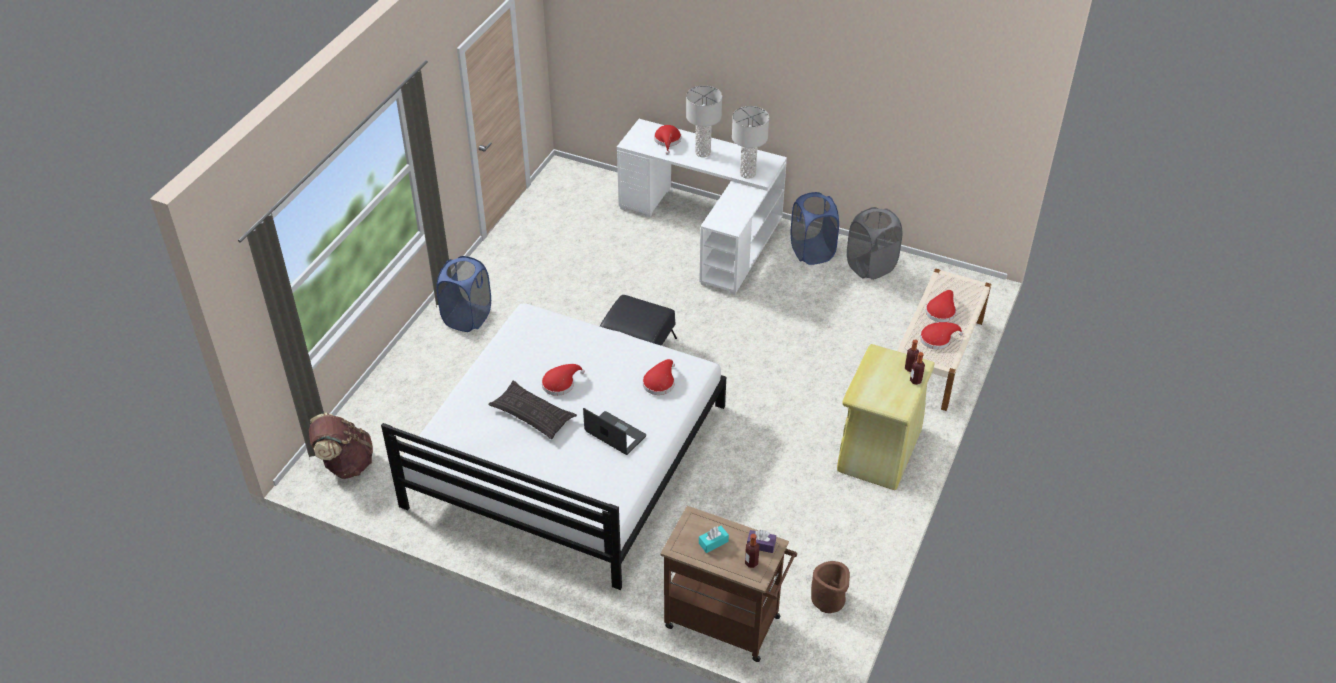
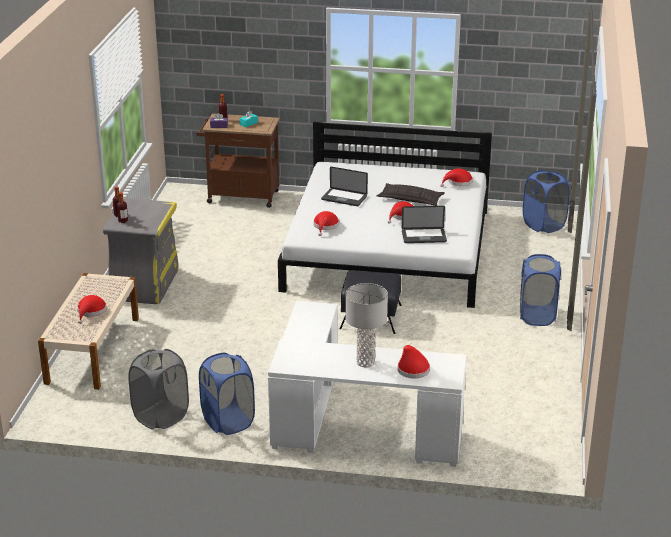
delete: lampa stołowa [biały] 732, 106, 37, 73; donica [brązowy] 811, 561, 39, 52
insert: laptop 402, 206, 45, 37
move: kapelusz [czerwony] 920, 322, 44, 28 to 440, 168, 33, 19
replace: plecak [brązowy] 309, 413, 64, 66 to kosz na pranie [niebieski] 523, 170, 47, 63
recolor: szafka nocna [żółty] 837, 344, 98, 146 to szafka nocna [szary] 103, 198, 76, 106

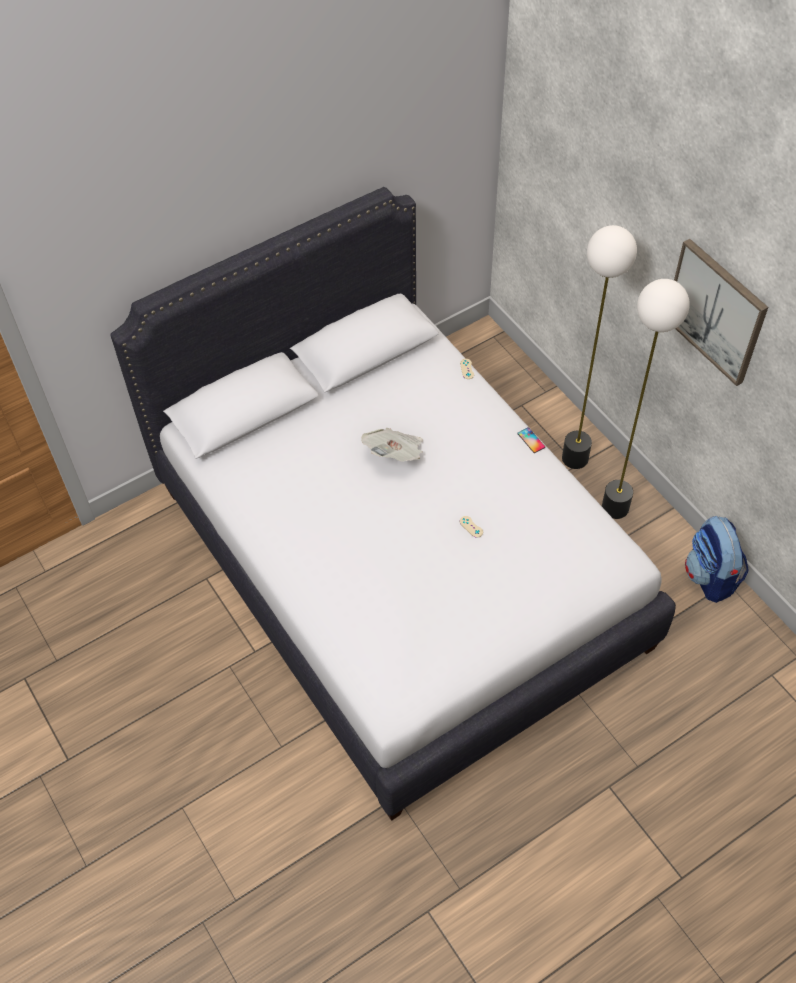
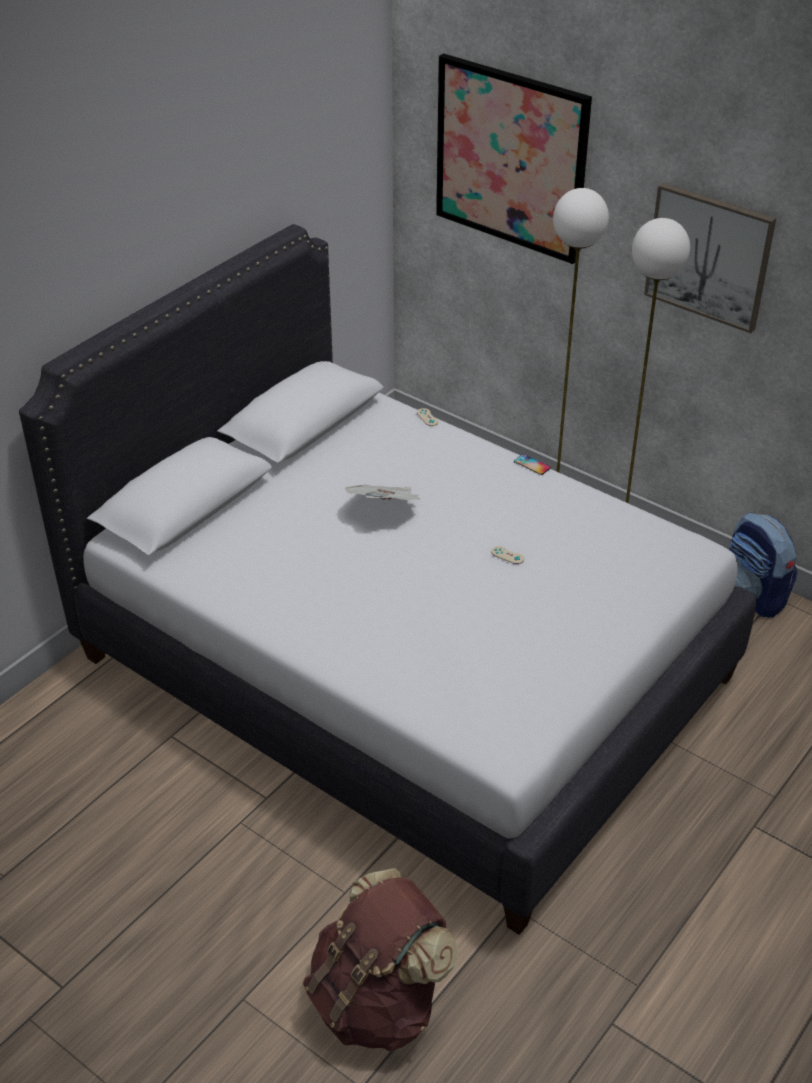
insert: plecak [brązowy] 303, 868, 156, 184; obraz 436, 53, 156, 211

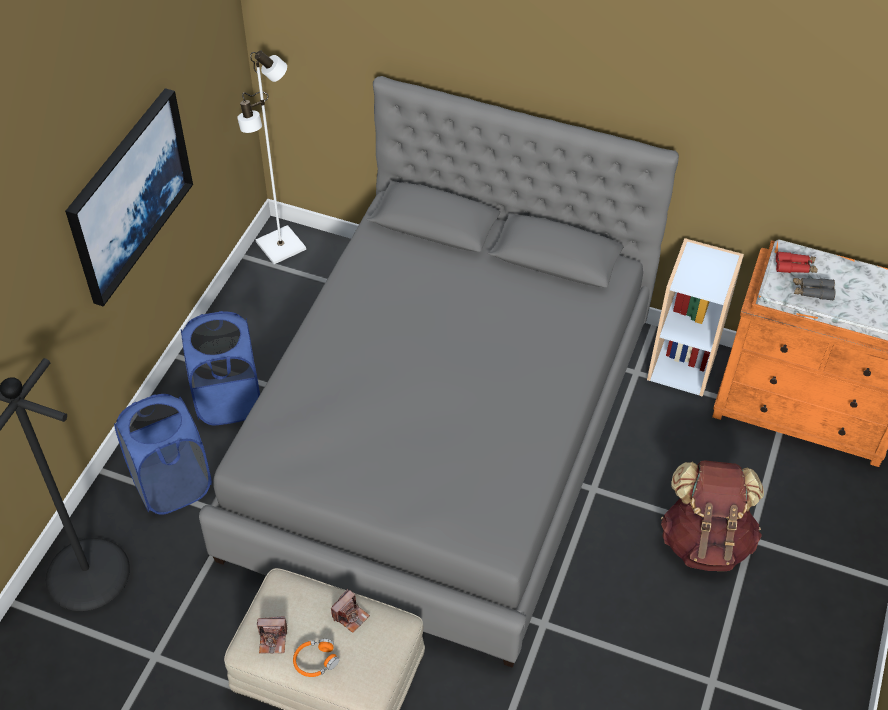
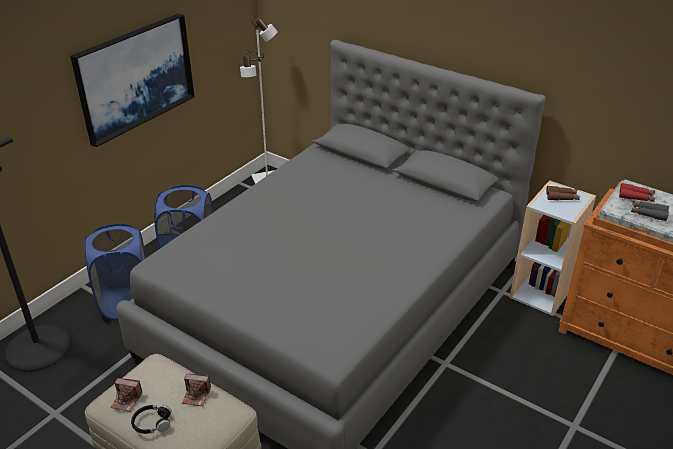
delete: plecak [brązowy] 661, 460, 103, 111
insert: lornetka [brązowy] 546, 186, 34, 14
recolor: słuchawki [pomarańczowy] 293, 639, 46, 38 to słuchawki [czarny] 131, 405, 41, 29
rotate: aparat fotograficzny 331, 589, 39, 44 = 182, 374, 29, 32 45 degrees clockwise

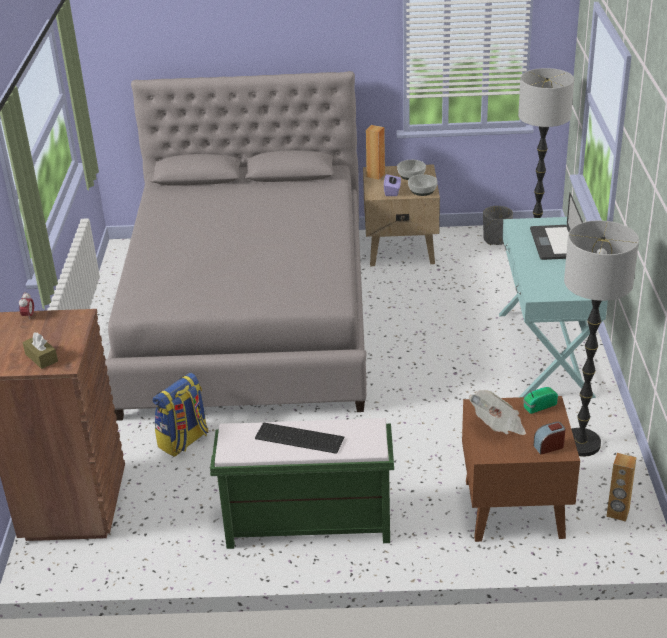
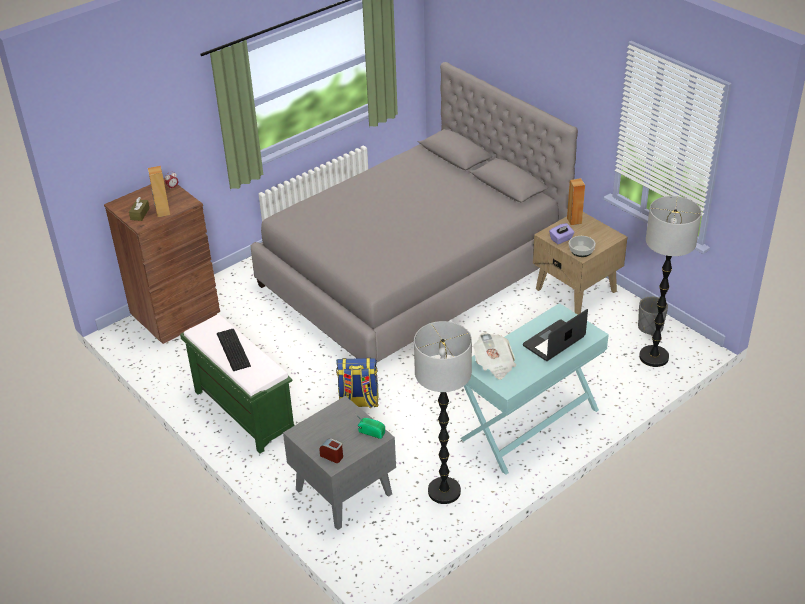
delete: miska 397, 160, 29, 20
move: plecak 152, 373, 56, 84 to 336, 358, 43, 51; gazeta 469, 390, 57, 45 to 473, 332, 43, 47; głośnik [brązowy] 606, 453, 30, 69 to 148, 166, 22, 51
recolor: szafka nocna [brązowy] 462, 396, 118, 146 to szafka nocna [szary] 283, 396, 113, 134

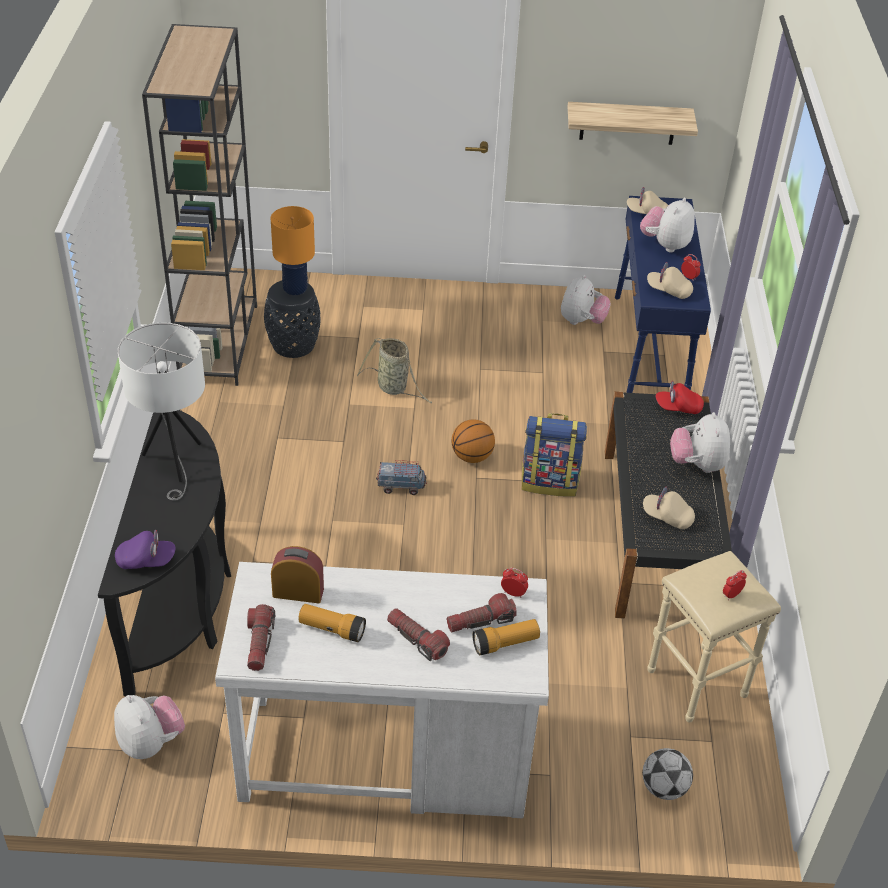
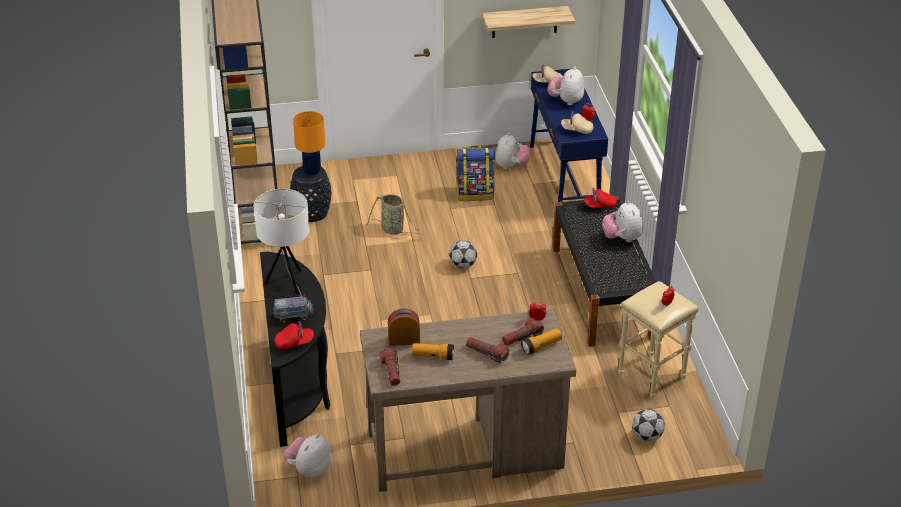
delete: czapka z daszkiem [beżowy] 643, 487, 52, 42
move: ciężarówka zabawkowa 376, 460, 51, 35 to 272, 294, 41, 30; plecak 522, 413, 65, 84 to 456, 146, 39, 55
replace: piłka do koszykówki 451, 419, 44, 44 to piłka futbolowa 449, 241, 28, 28
recolor: czapka z daszkiem [fioletowy] 115, 530, 61, 39 to czapka z daszkiem [czerwony] 274, 321, 40, 29; biurko [biały] 215, 562, 334, 256 to biurko [brązowy] 360, 309, 216, 183
rotate: pluszak 114, 695, 71, 64 = 283, 434, 48, 44 105 degrees counterclockwise

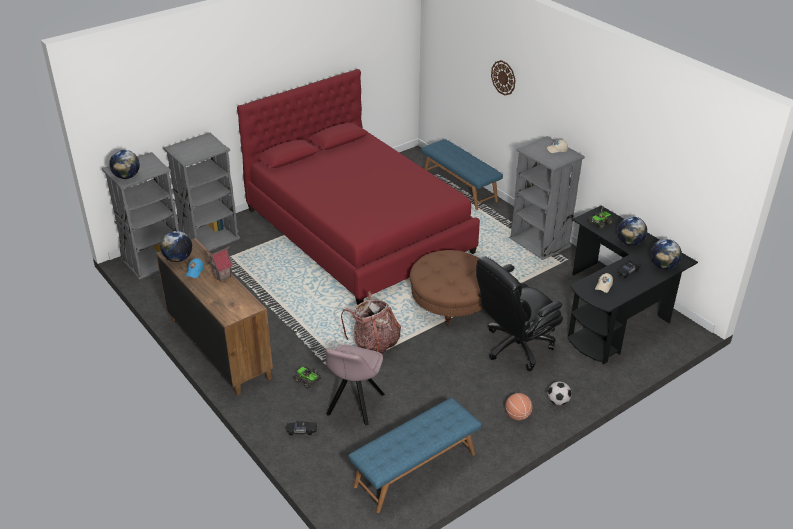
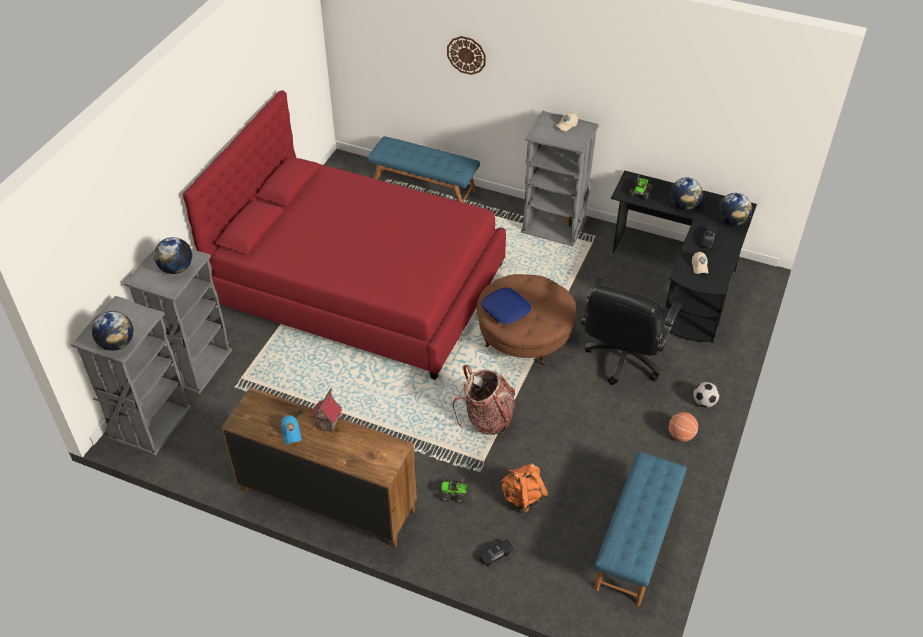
insert: poduszka [niebieski] 481, 288, 51, 36
move: globus 160, 231, 32, 31 to 154, 237, 38, 37
replace: krzesło [różowy] 325, 345, 60, 80 to plecak [pomarańczowy] 501, 463, 48, 50

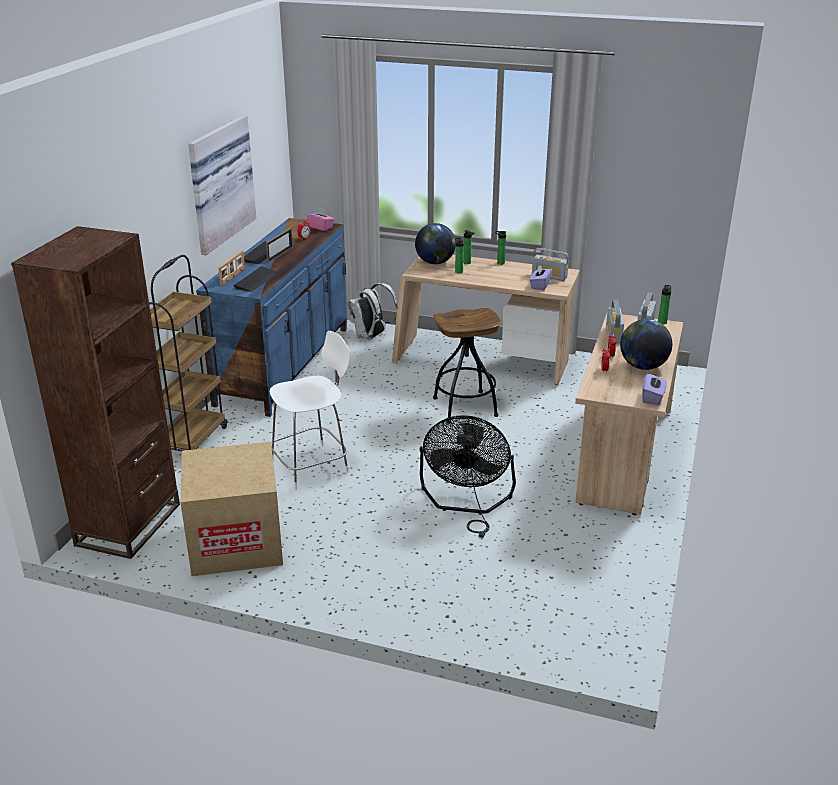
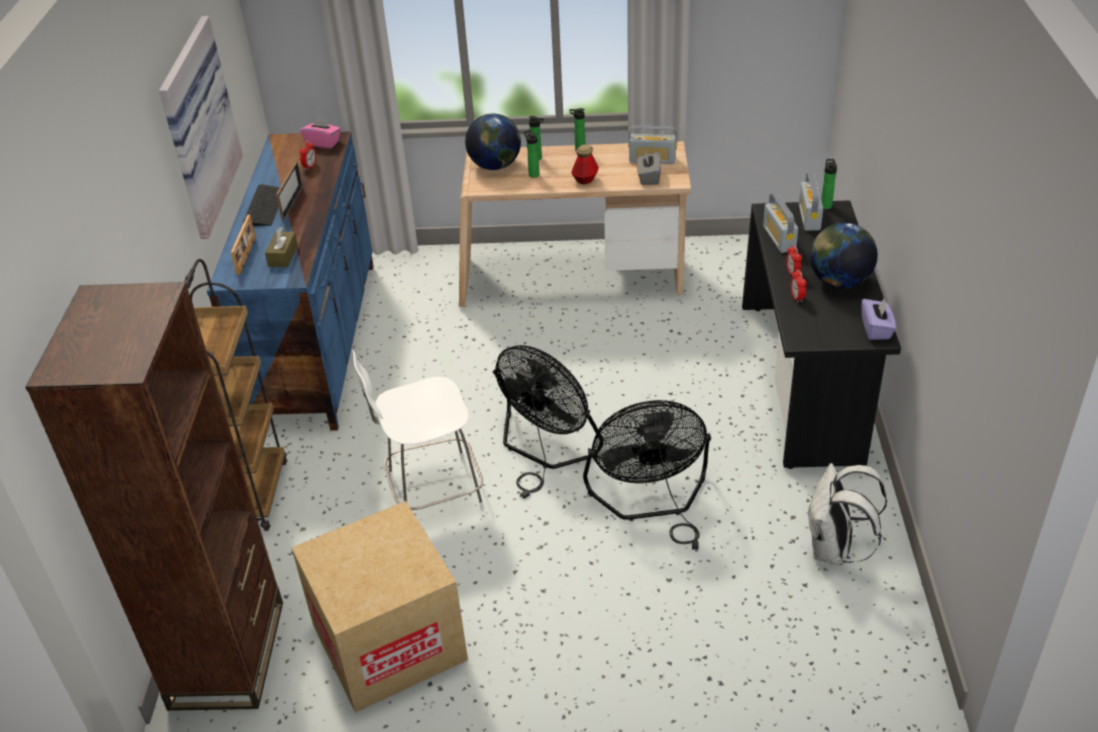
delete: stołek [brązowy] 433, 308, 68, 116
insert: wentylator [czarny] 493, 345, 111, 154; butelka 571, 144, 28, 40
move: plecak [biały] 348, 283, 49, 57 to 807, 463, 80, 102
replace: klawiatura 233, 266, 44, 26 to pudełko chusteczek [brązowy] 265, 227, 33, 40
recolor: pudełko chusteczek [fioletowy] 530, 264, 22, 26 to pudełko chusteczek [szary] 637, 151, 24, 34; biurko [beżowy] 575, 314, 108, 201 to biurko [czarny] 742, 200, 159, 269
rotate: krzesło [biały] 270, 331, 81, 159 = 352, 350, 132, 161 150 degrees counterclockwise

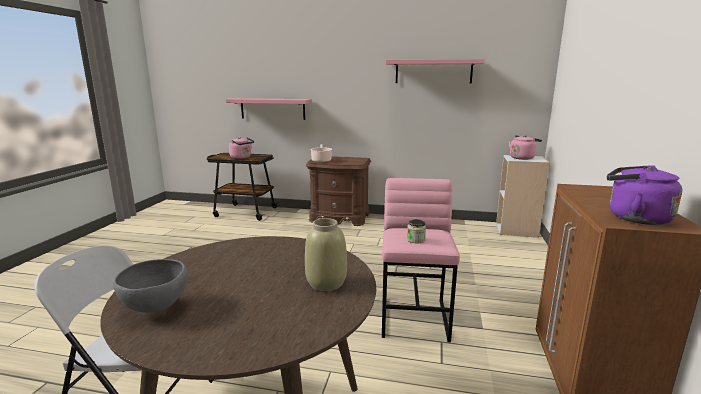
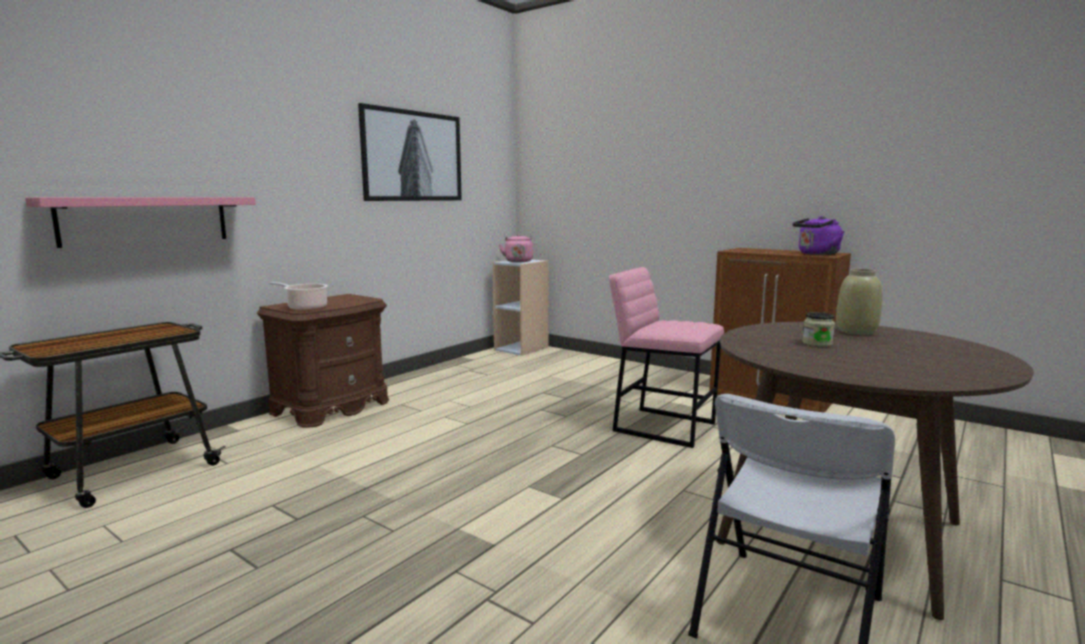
delete: miska [szary] 113, 259, 75, 54; czajnik [różowy] 229, 137, 25, 22
move: słoik 407, 219, 19, 24 to 802, 312, 33, 35
replace: półka [różowy] 386, 59, 99, 25 to obraz 358, 103, 104, 98

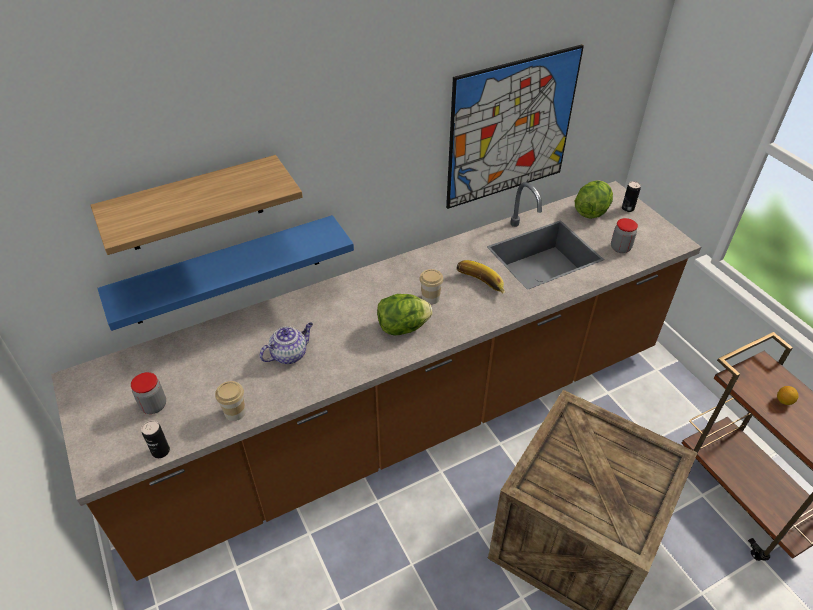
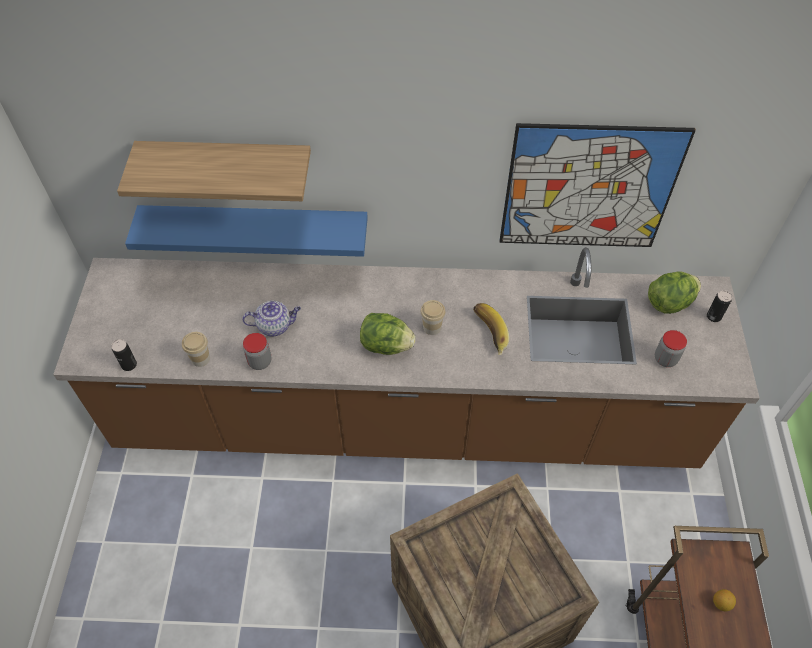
move: słoik 131, 372, 35, 42 to 243, 333, 29, 37

